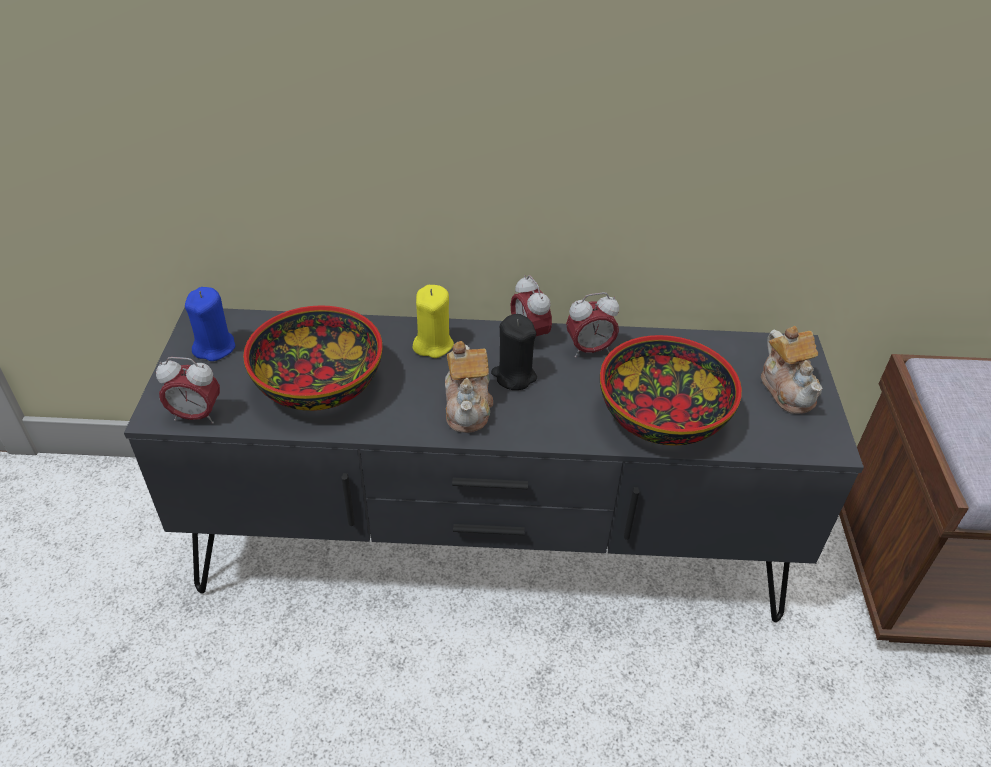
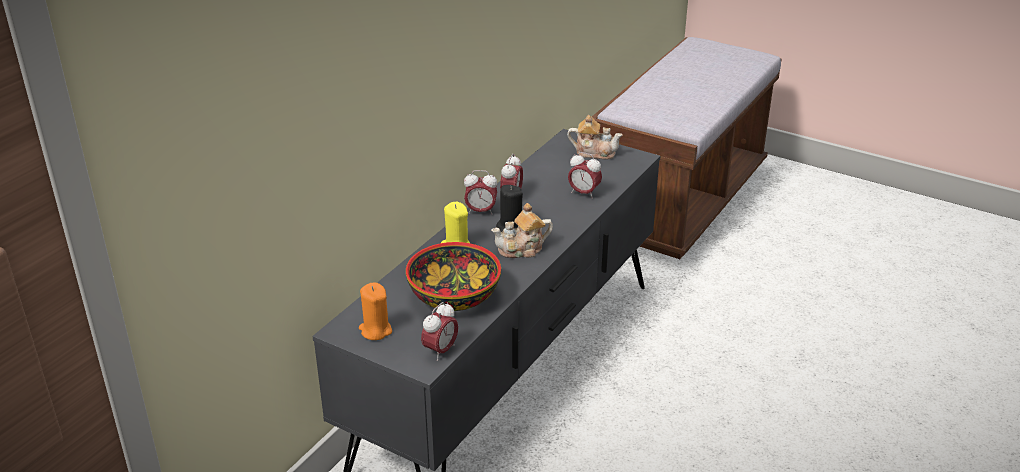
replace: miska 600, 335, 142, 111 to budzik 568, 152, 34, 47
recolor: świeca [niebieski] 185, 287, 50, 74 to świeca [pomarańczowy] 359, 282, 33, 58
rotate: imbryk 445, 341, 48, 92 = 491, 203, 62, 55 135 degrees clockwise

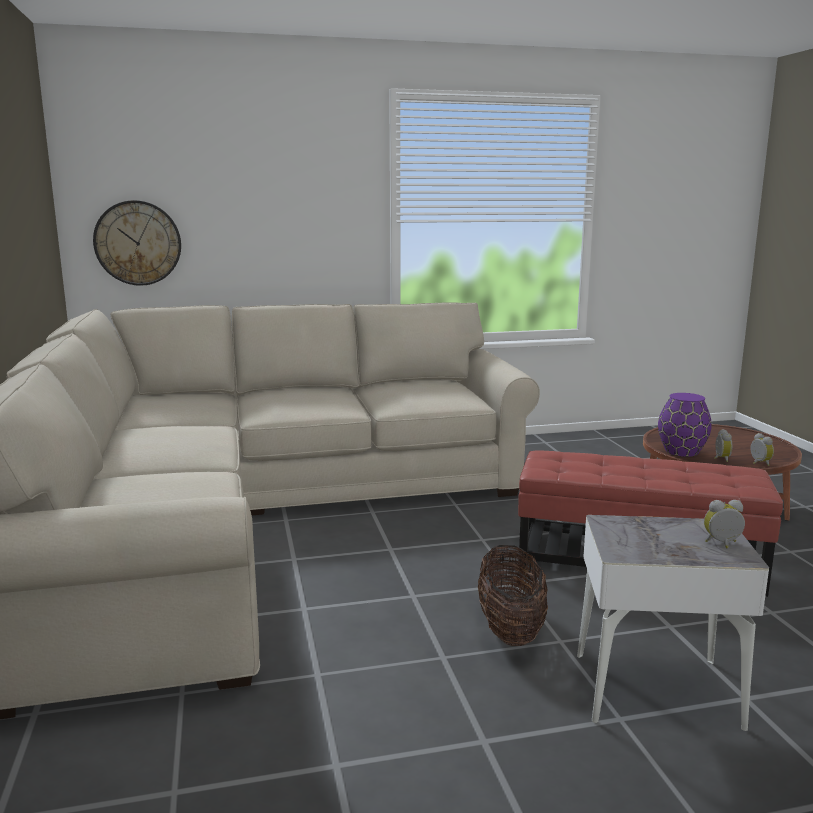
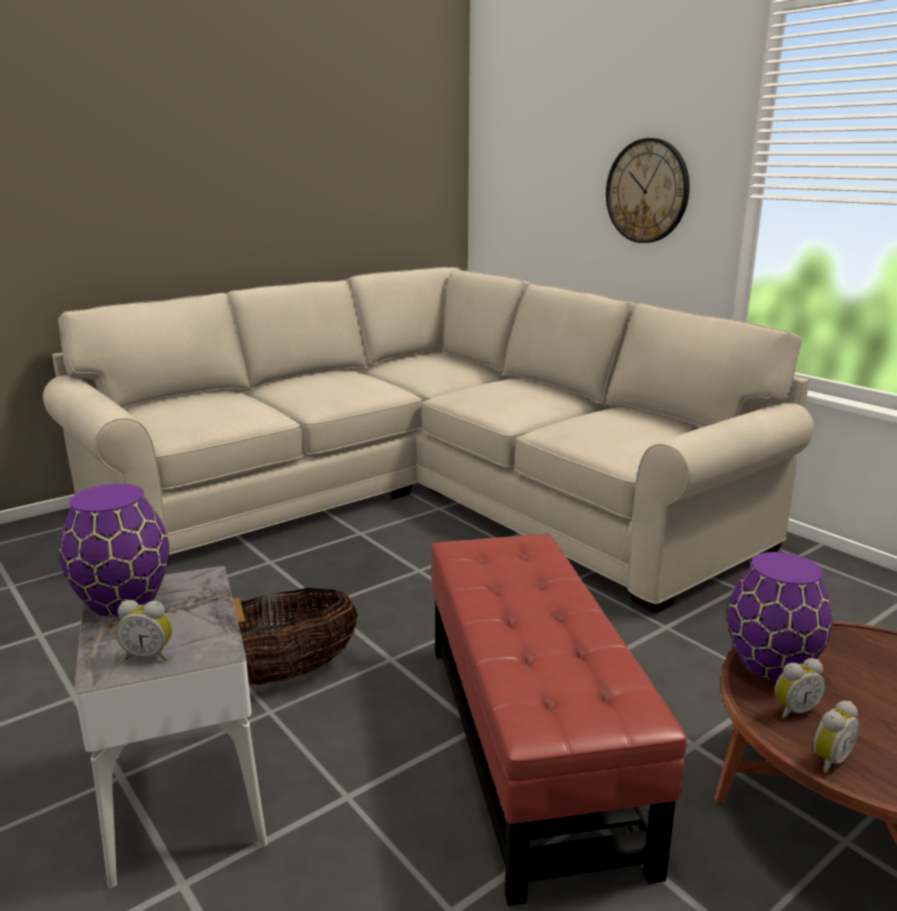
insert: wazon [fioletowy] 59, 484, 110, 132
move: zegar ścienny 93, 200, 88, 86 to 606, 138, 84, 105
rotate: budzik 704, 500, 41, 48 = 116, 600, 56, 61 120 degrees clockwise

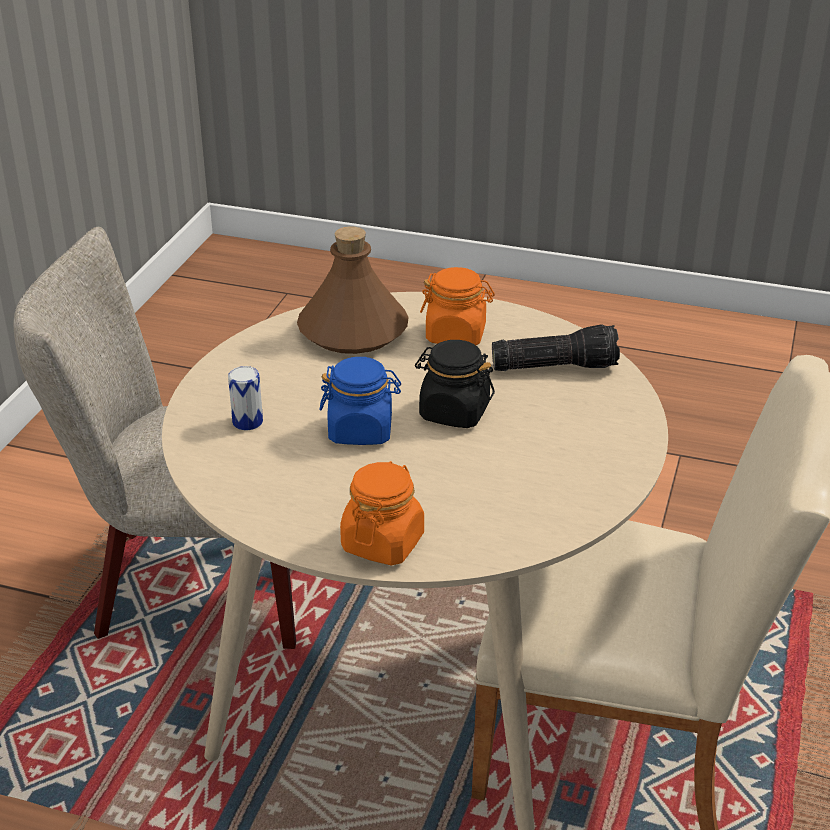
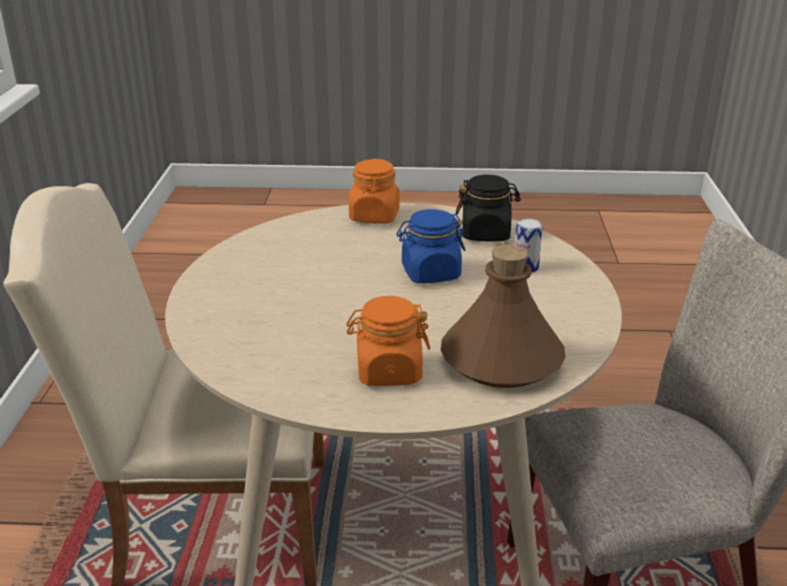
delete: latarka 492, 324, 128, 47
move: słoik [czarny] 415, 340, 80, 88 to 456, 175, 65, 67

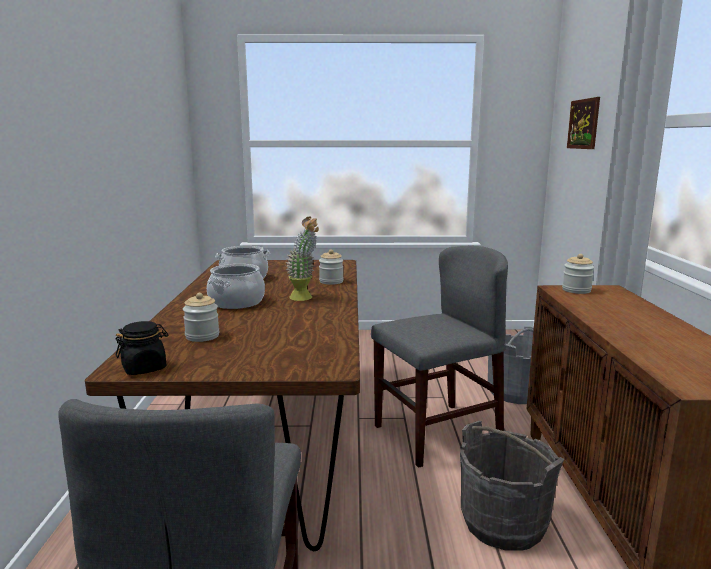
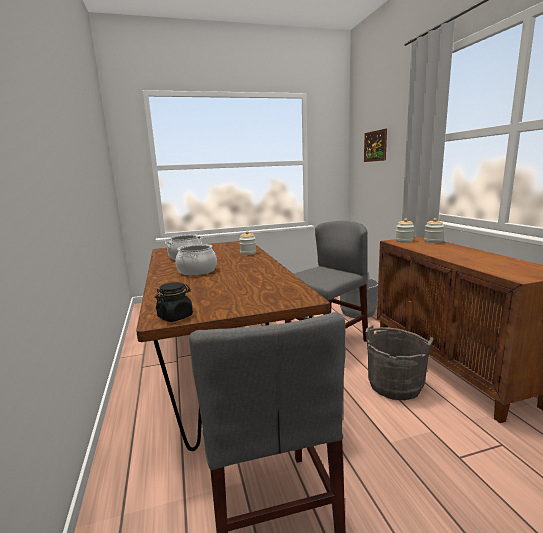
delete: roślina doniczkowa 285, 217, 34, 84
move: słoik 183, 293, 37, 49 to 424, 218, 20, 25

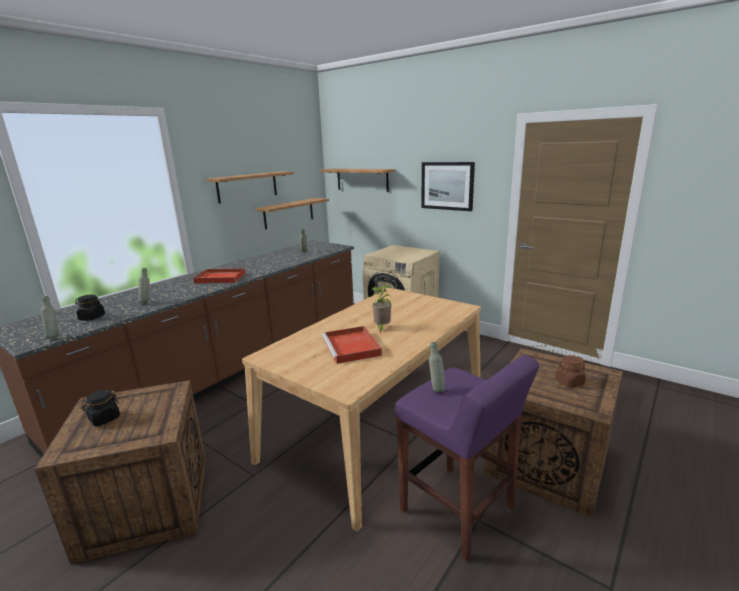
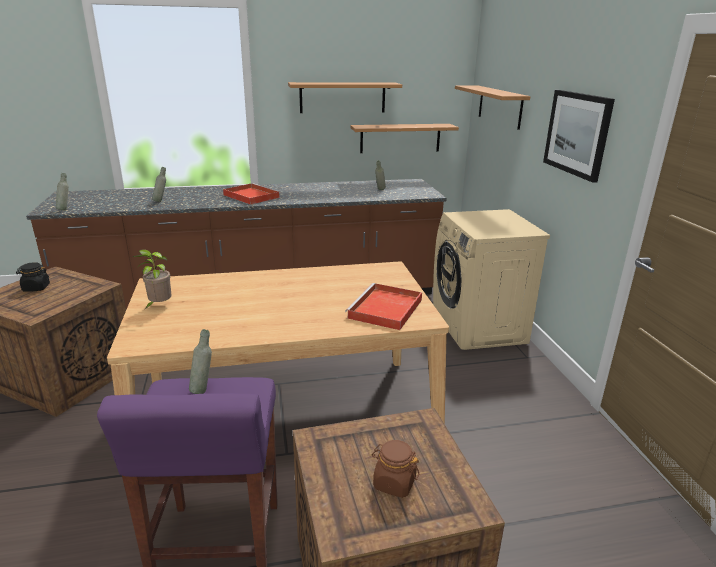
delete: słoik [czarny] 75, 294, 30, 26
move: taca [czerwony] 322, 326, 60, 38 to 345, 283, 77, 47; roślina doniczkowa 371, 286, 21, 46 to 133, 249, 39, 61

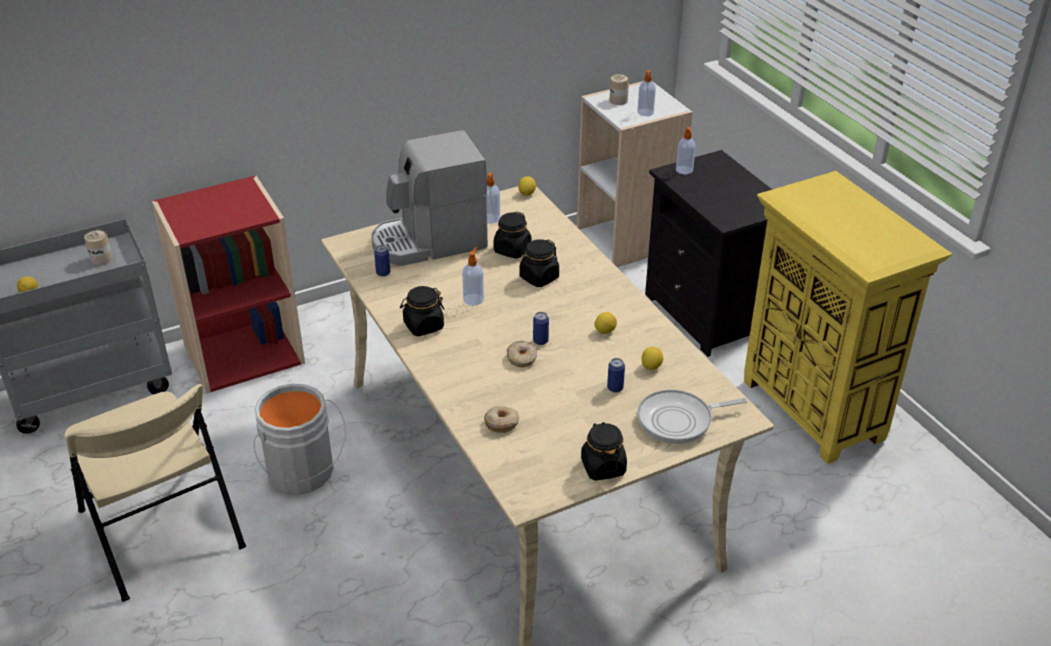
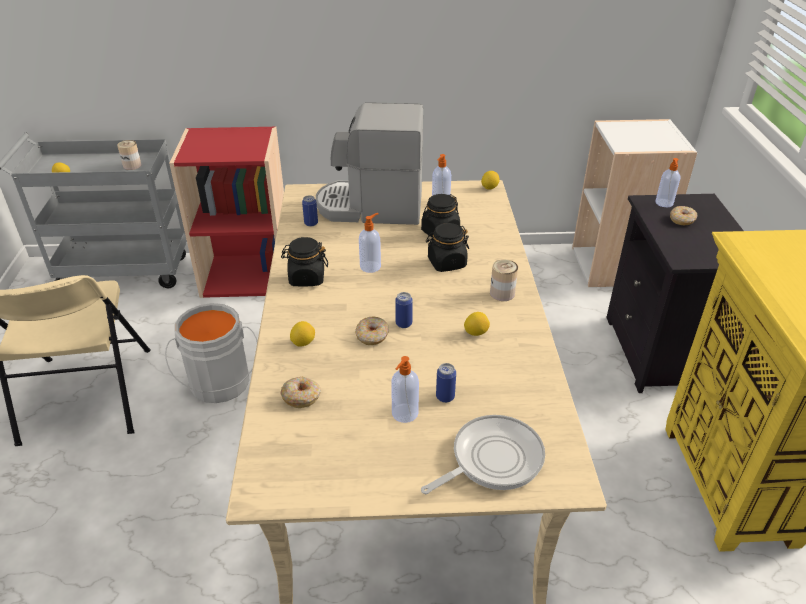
delete: słoik [czarny] 581, 422, 46, 59
insert: donut 670, 206, 27, 19
move: puszka 610, 74, 19, 31 to 490, 259, 28, 42; dozownik mydła 637, 70, 19, 46 to 391, 356, 28, 67; cytryna 642, 347, 21, 23 to 290, 321, 25, 25
rotate: patelnia 638, 390, 109, 54 = 421, 415, 124, 79 135 degrees clockwise

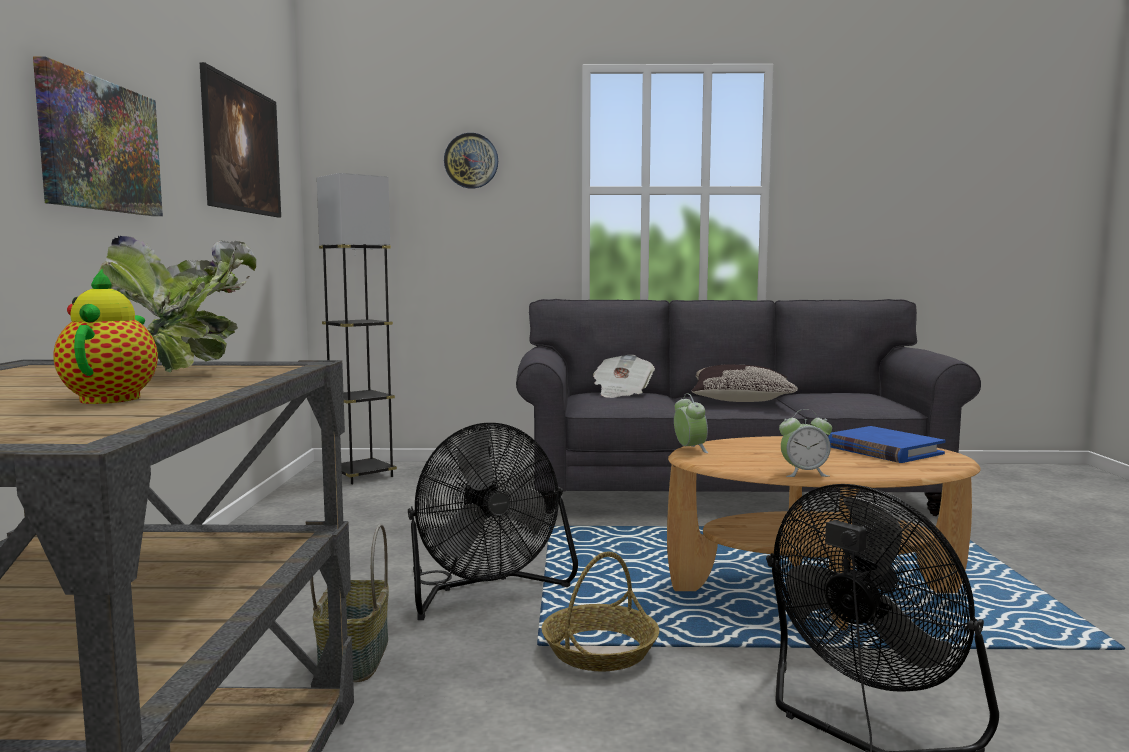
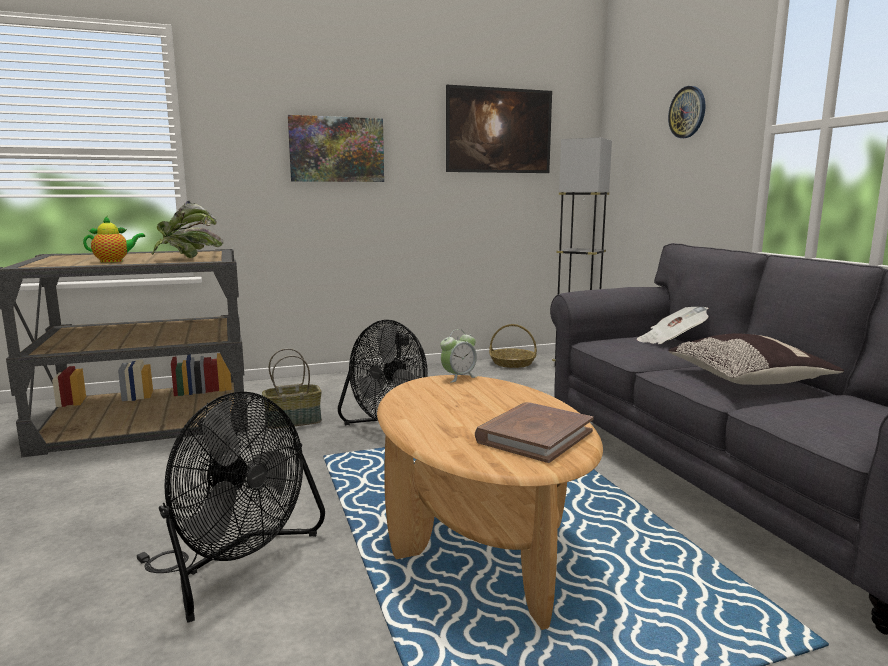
delete: budzik 779, 409, 53, 68
move: koszyk 542, 552, 117, 120 to 489, 324, 48, 44
recolor: książka [niebieski] 828, 426, 117, 37 to książka [brązowy] 475, 402, 118, 61

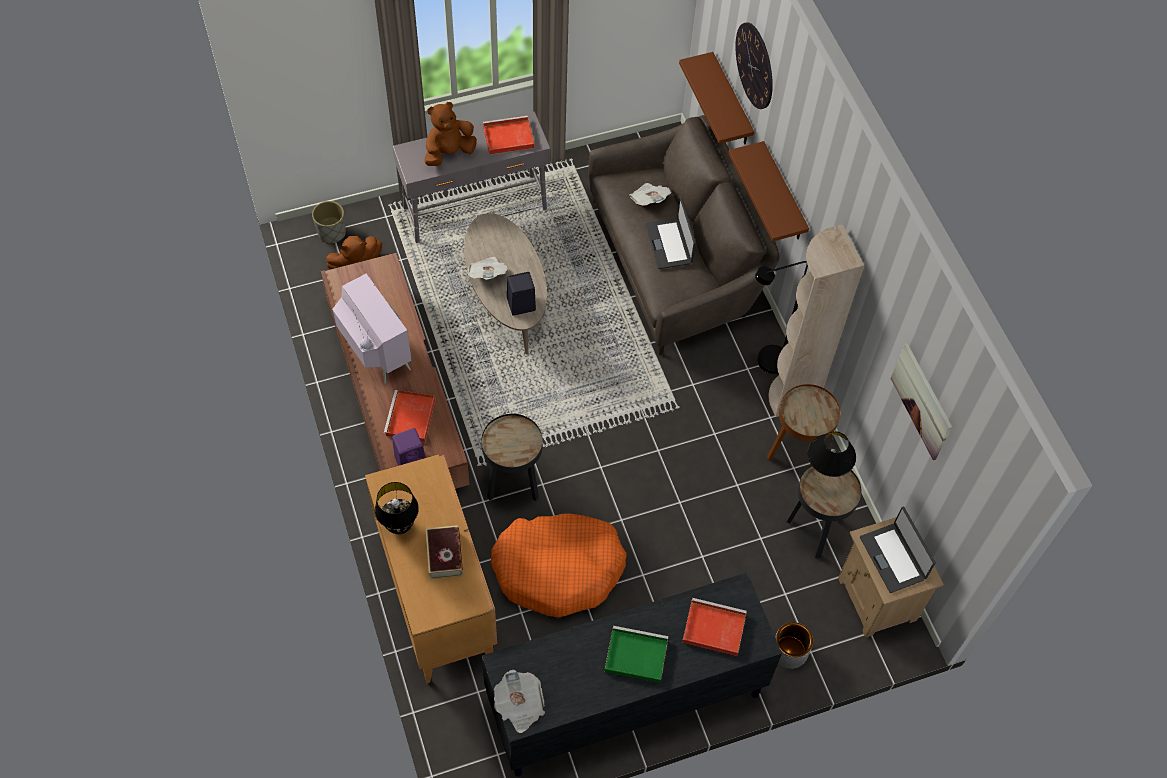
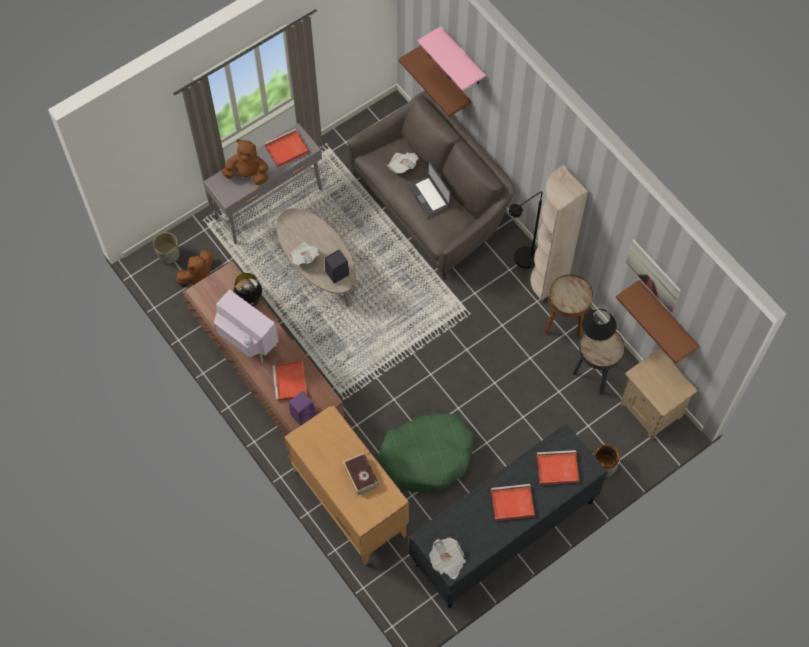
delete: stolik [czarny] 481, 414, 62, 87; laptop 860, 507, 76, 86
move: lampa stołowa [czarny] 375, 482, 44, 52 to 234, 273, 28, 34; półka [brązowy] 728, 141, 81, 101 to 616, 280, 83, 84
replace: zegar ścienny 735, 22, 38, 87 to półka [różowy] 418, 26, 68, 65
recolor: legowisko [pomarańczowy] 491, 513, 136, 105 to legowisko [zielony] 378, 414, 96, 78; taca [zielony] 604, 626, 64, 57 to taca [czerwony] 491, 484, 44, 37
rotate: pluszak [brązowy] 424, 102, 53, 64 = 221, 139, 48, 46 60 degrees clockwise

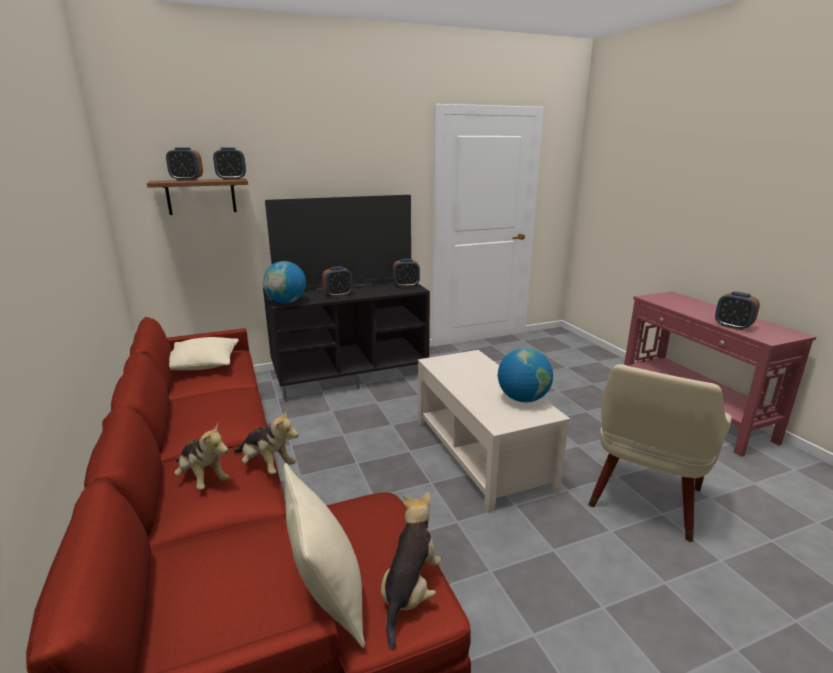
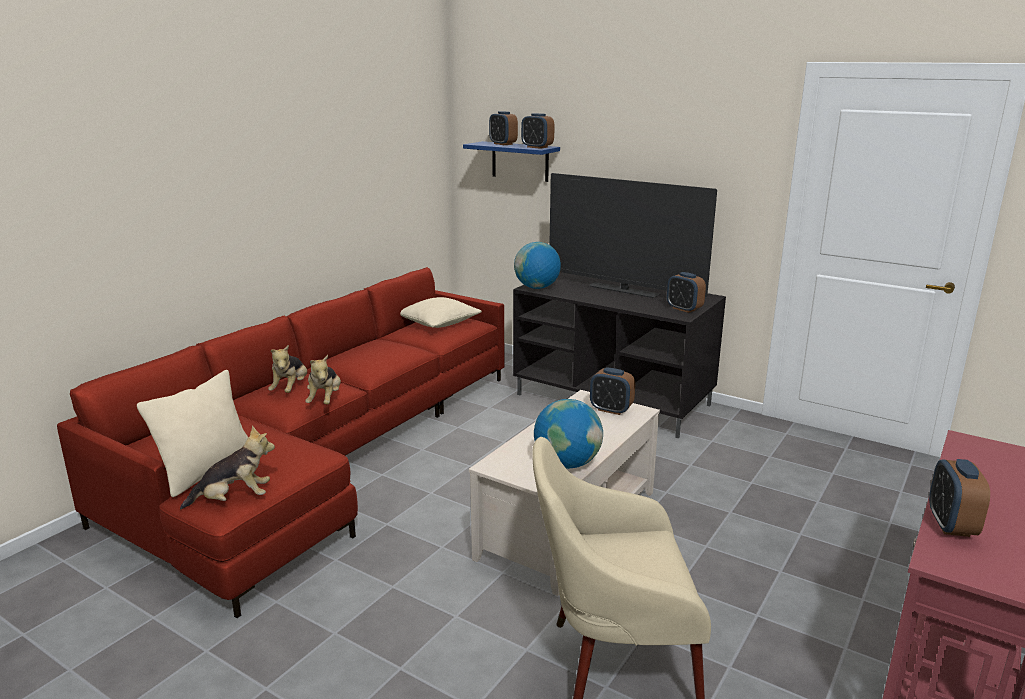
move: budzik 322, 266, 31, 32 to 590, 367, 45, 48
recolor: półka [brązowy] 147, 179, 101, 36 to półka [niebieski] 463, 141, 97, 41

